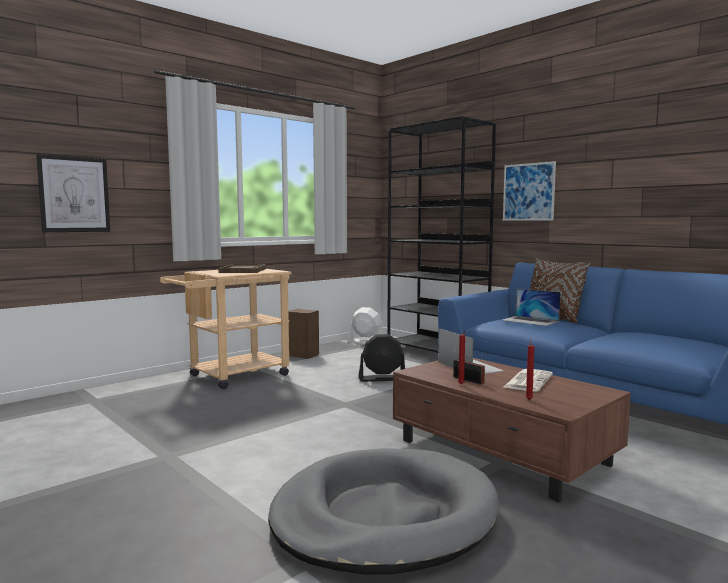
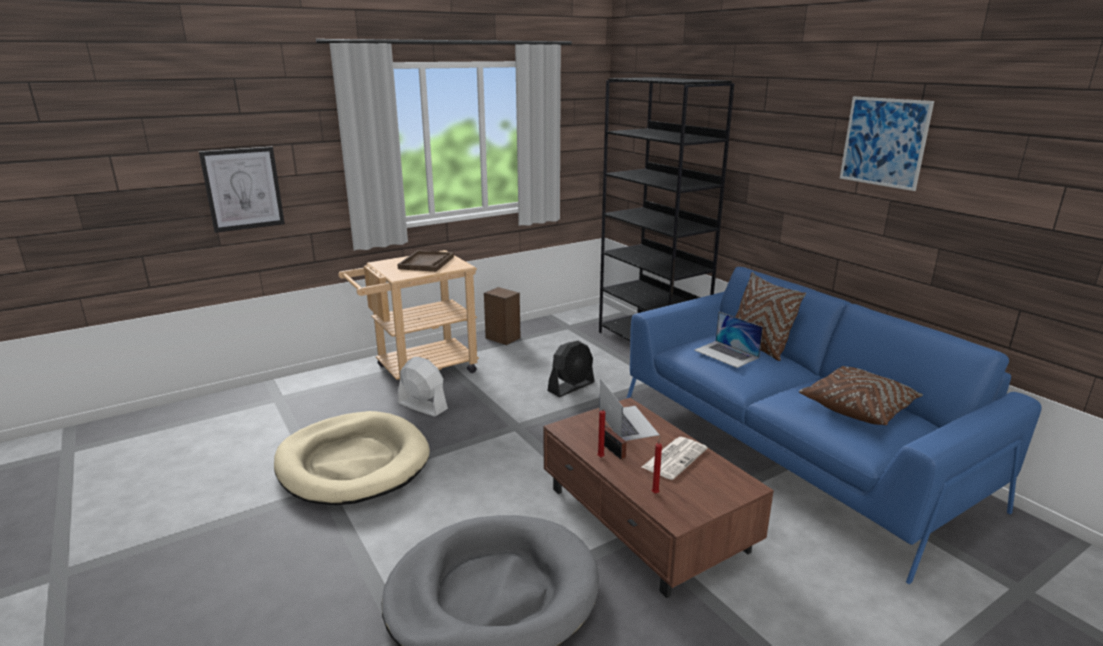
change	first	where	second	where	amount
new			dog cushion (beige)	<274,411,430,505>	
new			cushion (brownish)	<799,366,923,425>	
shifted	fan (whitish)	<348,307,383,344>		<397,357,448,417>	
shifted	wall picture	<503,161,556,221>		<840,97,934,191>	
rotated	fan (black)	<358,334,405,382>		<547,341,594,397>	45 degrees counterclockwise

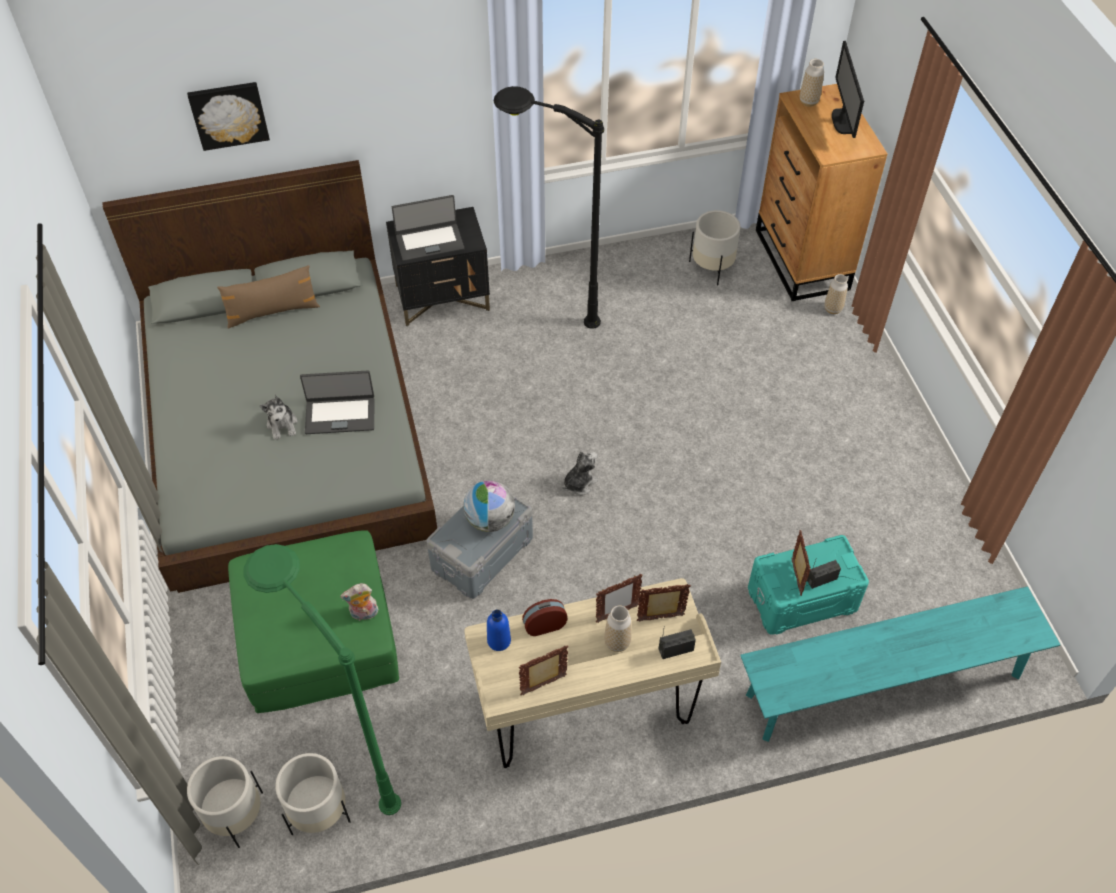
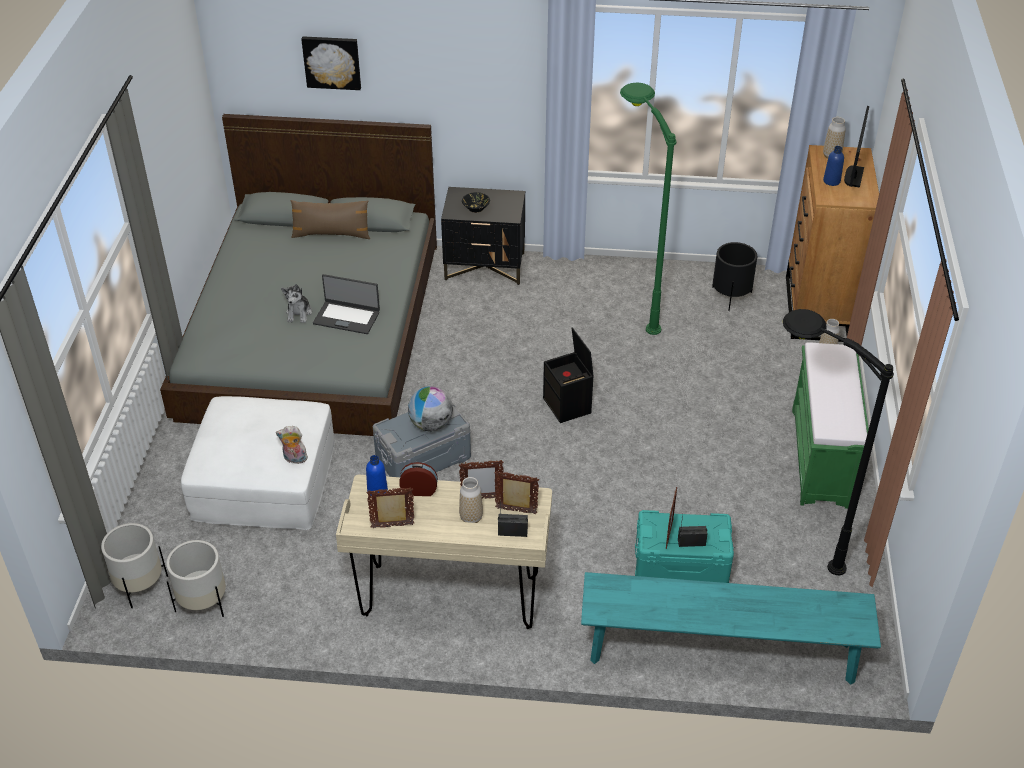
change	first	where	second	where	amount
gone	soft toy	<562,451,598,495>			
new			storage bin (black)	<543,327,594,423>	
new			indoor bench (green)	<792,342,869,509>	
new			drink bottle (blue-coloured)	<823,146,844,186>	
shifted	standard lamp (green)	<244,544,401,815>		<620,83,676,335>	
shifted	standard lamp (black)	<493,86,604,329>		<783,309,894,575>	
swapped	notebook computer	<392,195,465,261>	bowl (black)	<462,192,490,213>	
repainted	pouffe (green)	<228,530,399,713>	pouffe (whitish)	<181,396,335,530>	
repainted	flower pot (whitish)	<689,210,740,285>	flower pot (black)	<712,242,757,311>	

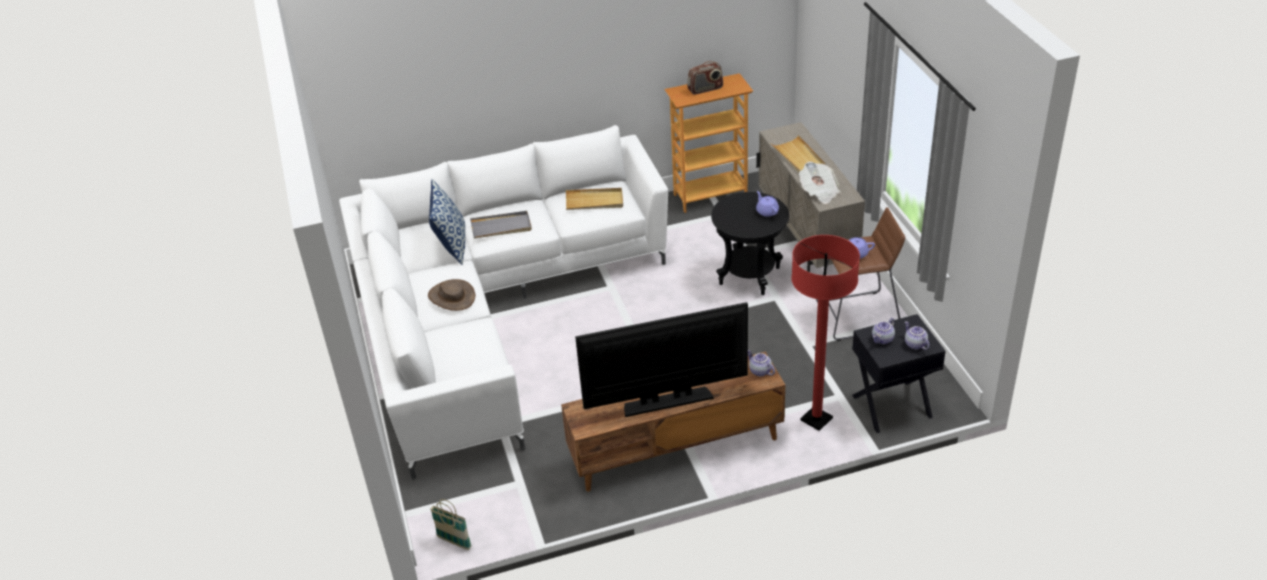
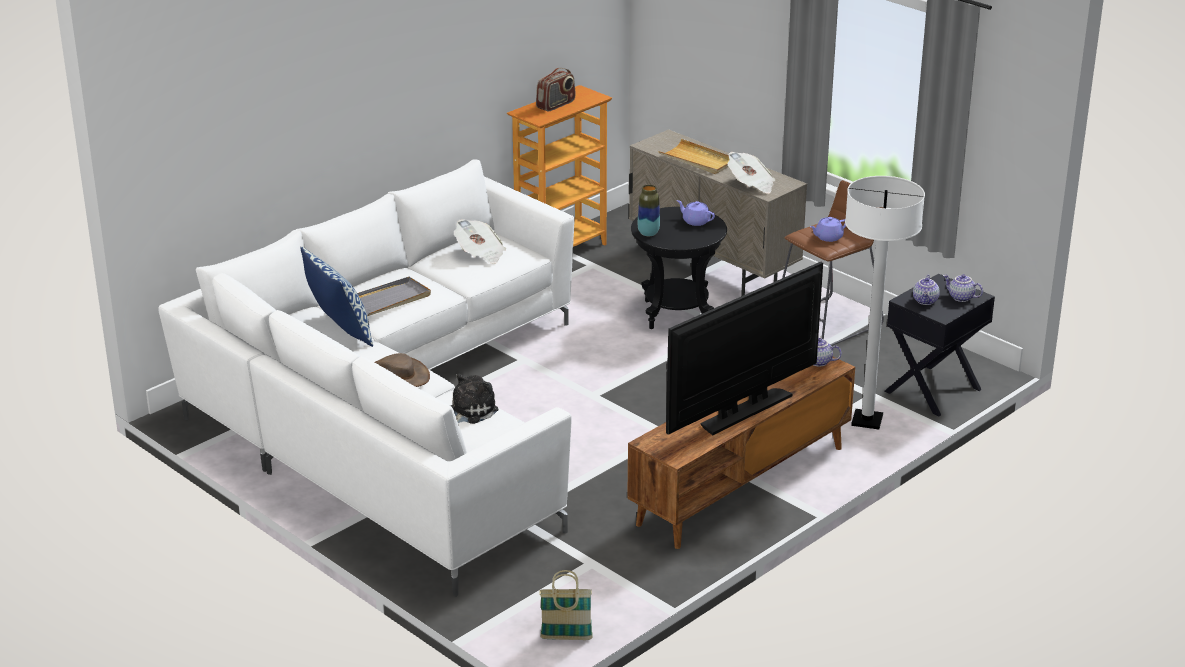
change	first	where	second	where	amount
new			soft toy	<450,374,499,424>	
new			flower vase	<638,185,660,236>	
swapped	tray (beige)	<566,188,623,210>	printed paper	<454,219,506,264>	
repainted	standard lamp (red-coloured)	<791,235,860,431>	standard lamp (whitish)	<845,176,925,430>	

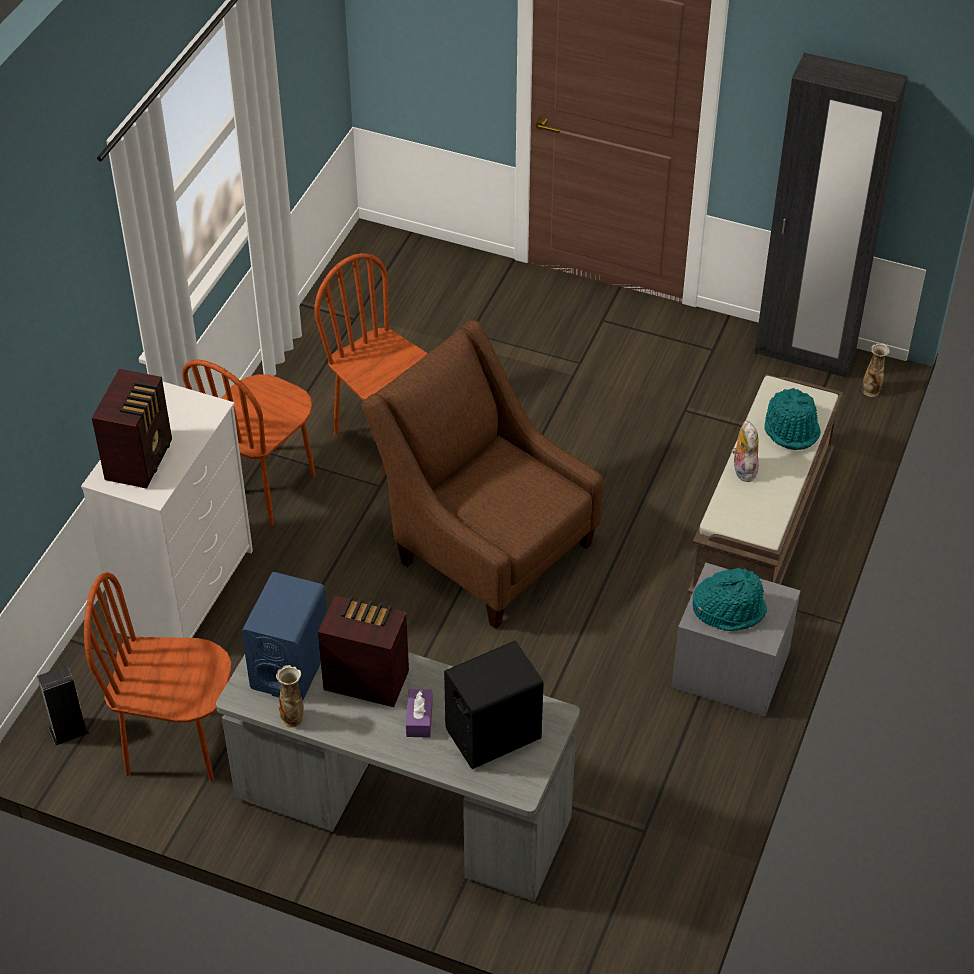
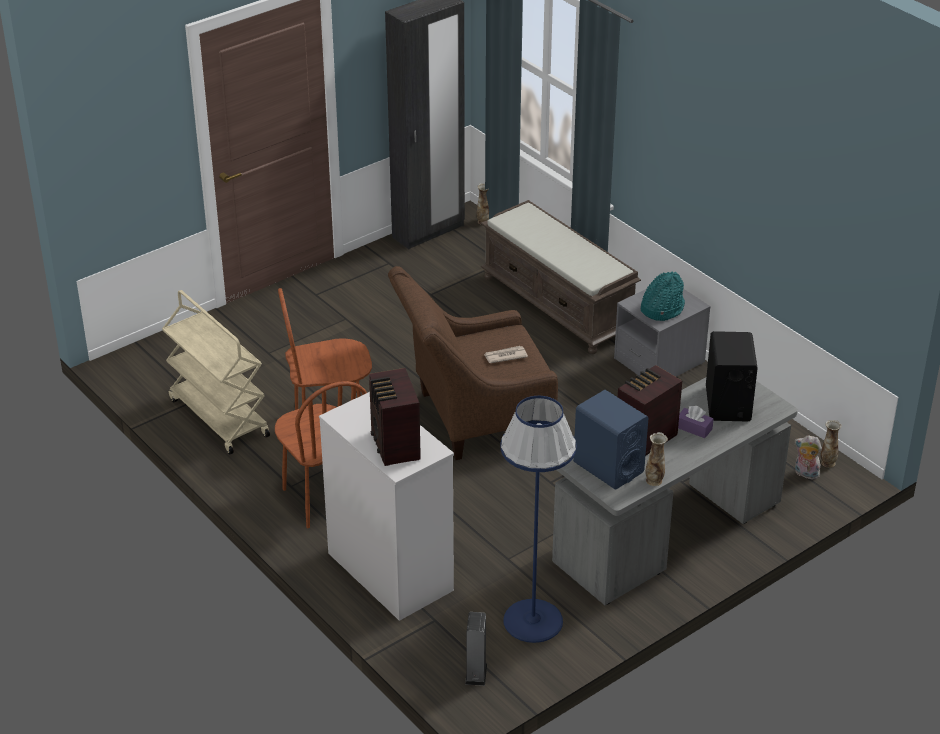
change	first	where	second	where	amount
gone	hat (turquoise-coloured)	<764,388,821,450>			
new			trolley (beige)	<162,290,270,455>	
new			printed paper	<484,346,528,363>	
new			flower vase	<821,420,841,468>	
shifted	soft toy	<732,420,759,482>		<795,435,822,479>	
swapped	chair (brownish)	<84,572,231,782>	standard lamp (blue-coloured)	<500,396,577,643>	
rotated	radio receiver	<92,369,172,489>		<369,368,421,466>	150 degrees counterclockwise

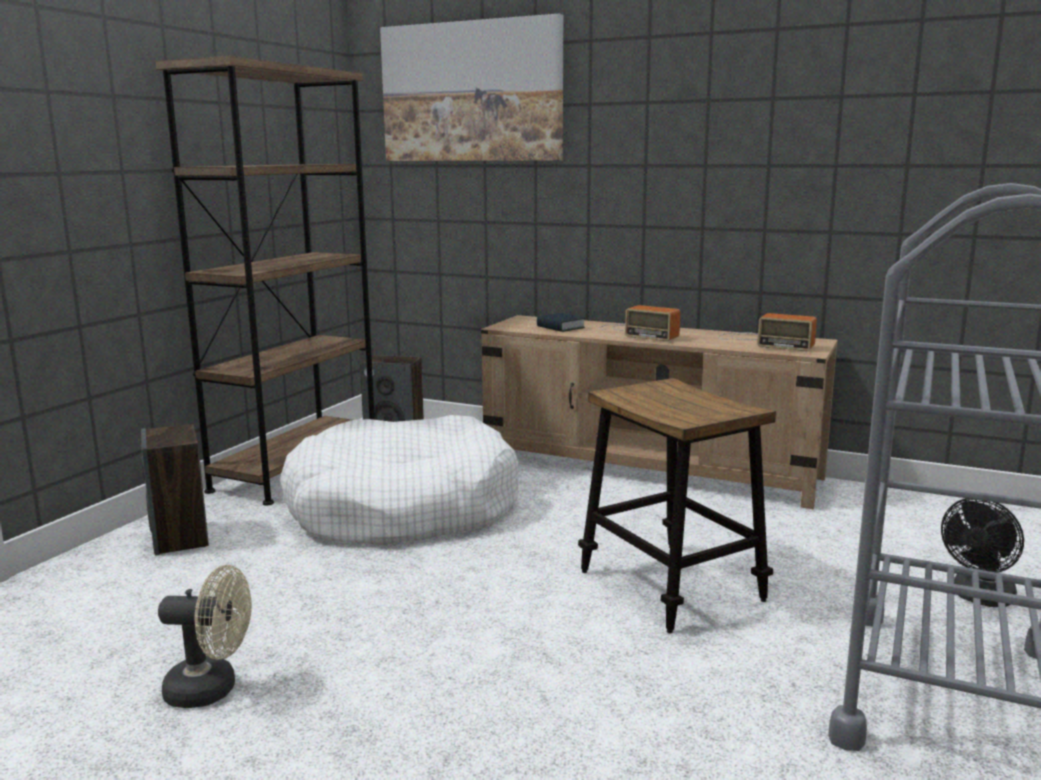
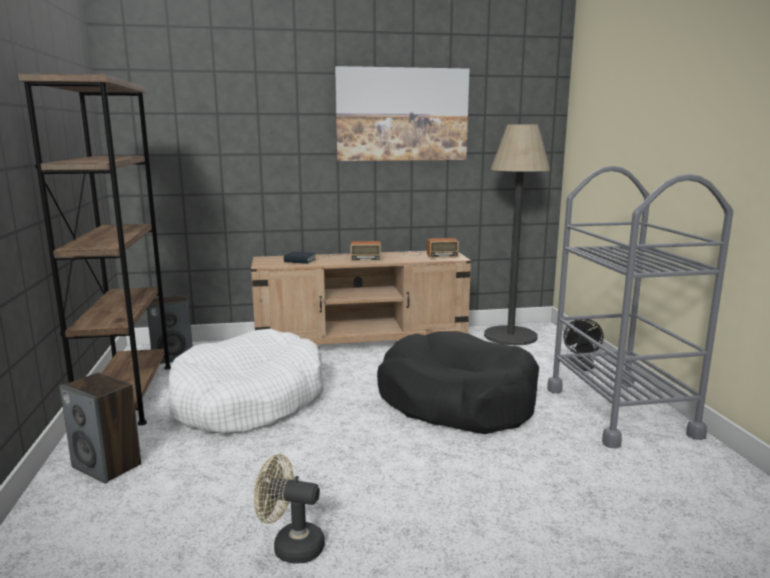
change	first	where	second	where	amount
new			standard lamp	<484,124,550,345>	
shifted	wall picture	<380,14,563,161>		<335,66,470,161>	
swapped	stool	<578,378,776,634>	dog cushion (black)	<377,331,539,434>	
rotated	fan (beige)	<158,565,252,708>		<254,454,325,564>	135 degrees counterclockwise

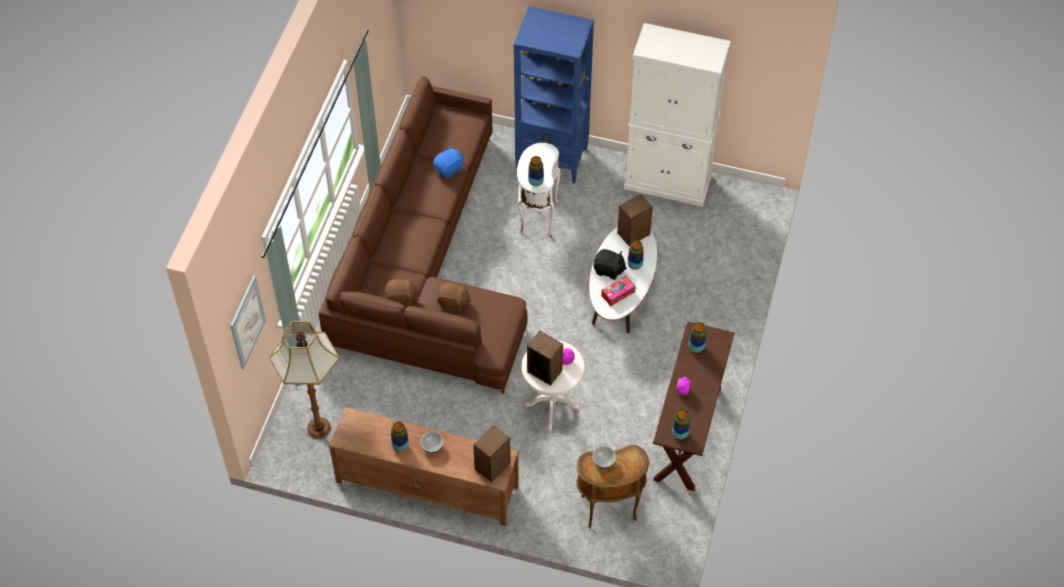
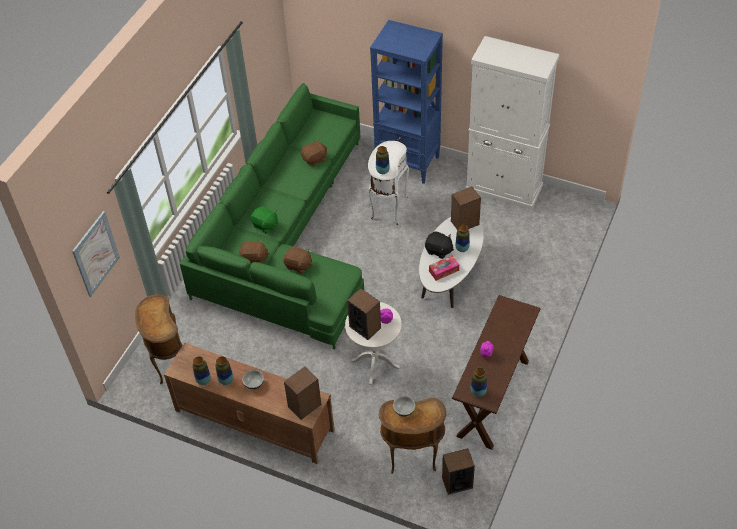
change	first	where	second	where	amount
new			soft toy (green)	<250,206,277,233>	
new			audio speaker	<442,448,475,495>	
shifted	flower vase	<689,322,706,353>		<193,356,211,385>	
swapped	standard lamp	<269,321,340,439>	end table (brownish)	<135,294,183,384>	
repainted	settee (brownish)	<319,76,528,394>	settee (green)	<180,83,364,349>	
repainted	soft toy (blue-coloured)	<433,146,463,178>	soft toy (brownish)	<301,139,327,167>	

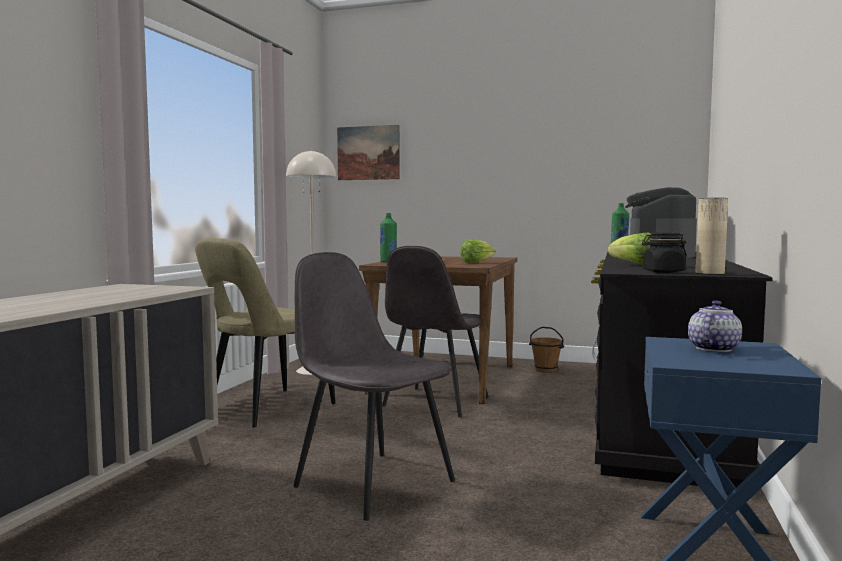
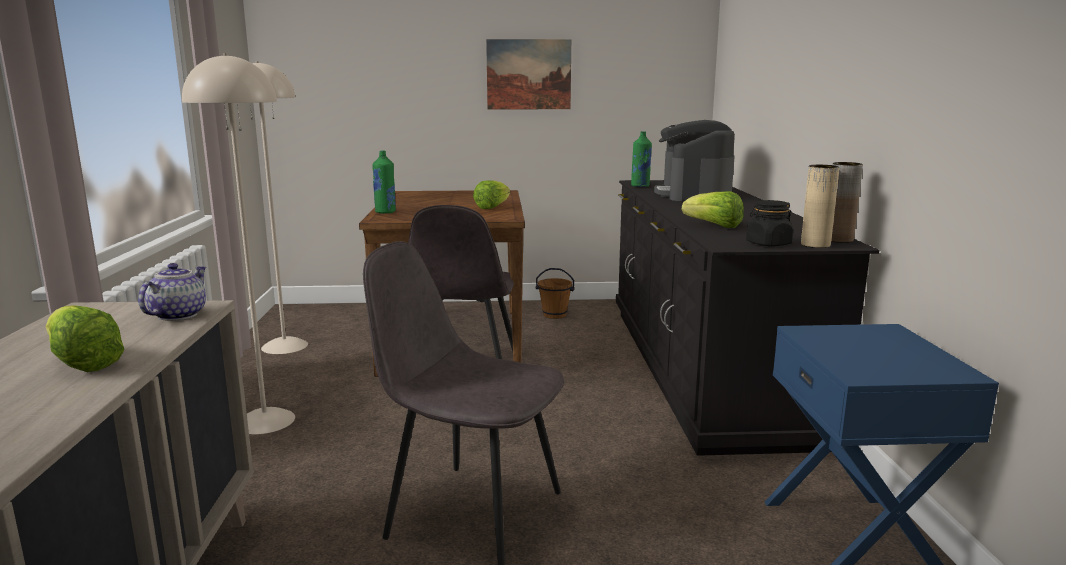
change	first	where	second	where	amount
new			head of lettuce	<46,305,125,372>	
new			flower vase (brownish)	<831,162,863,243>	
shifted	wall picture	<337,125,400,180>		<486,39,571,109>	
shifted	teapot	<688,300,742,352>		<138,263,206,321>	
swapped	chair (beige)	<195,238,335,428>	standard lamp (beige)	<182,53,295,434>	

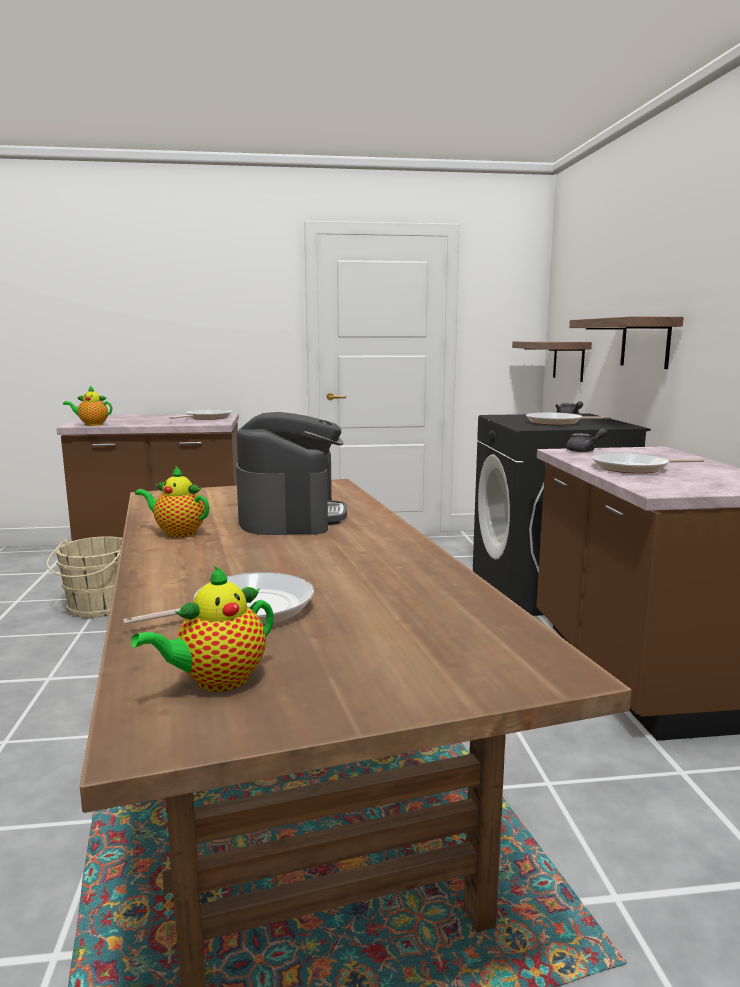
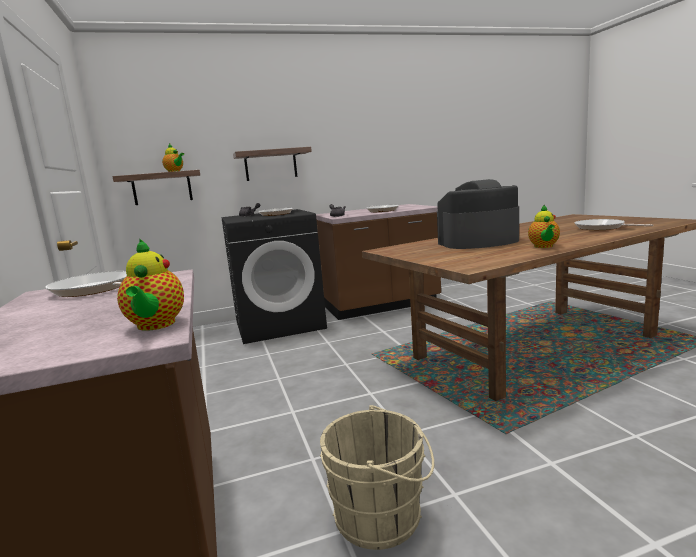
change	first	where	second	where	amount
shifted	teapot	<131,566,274,692>		<162,144,184,172>	

